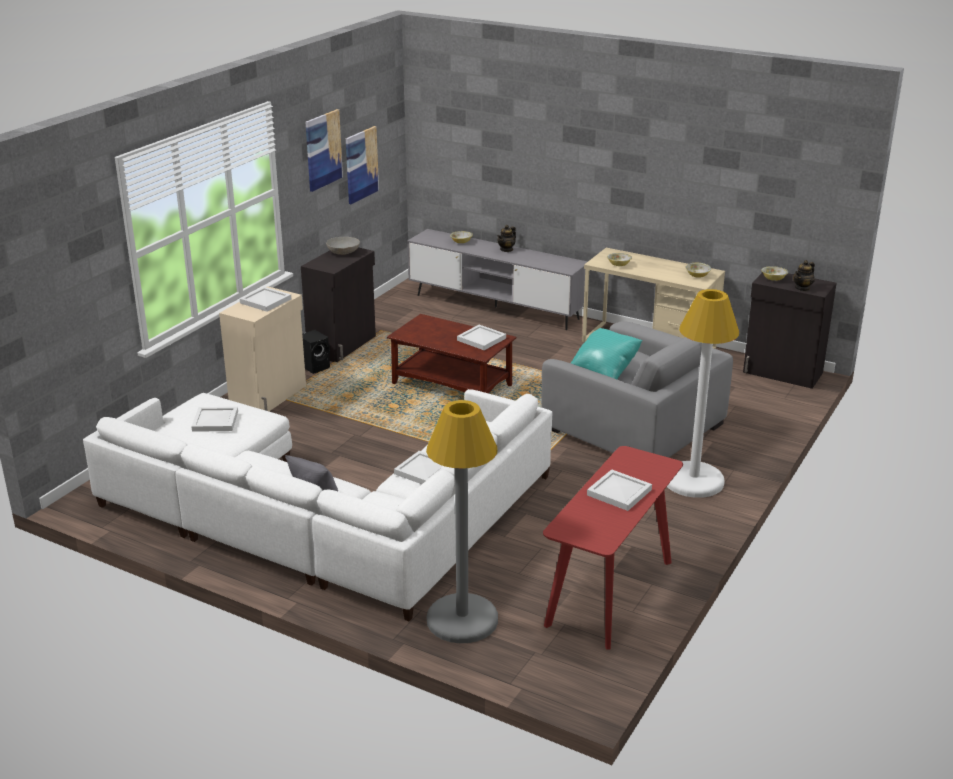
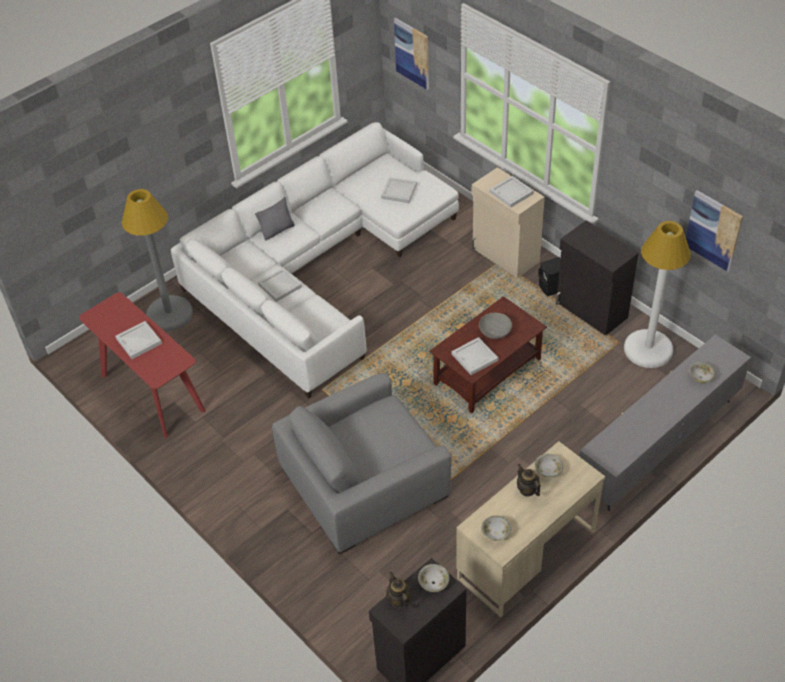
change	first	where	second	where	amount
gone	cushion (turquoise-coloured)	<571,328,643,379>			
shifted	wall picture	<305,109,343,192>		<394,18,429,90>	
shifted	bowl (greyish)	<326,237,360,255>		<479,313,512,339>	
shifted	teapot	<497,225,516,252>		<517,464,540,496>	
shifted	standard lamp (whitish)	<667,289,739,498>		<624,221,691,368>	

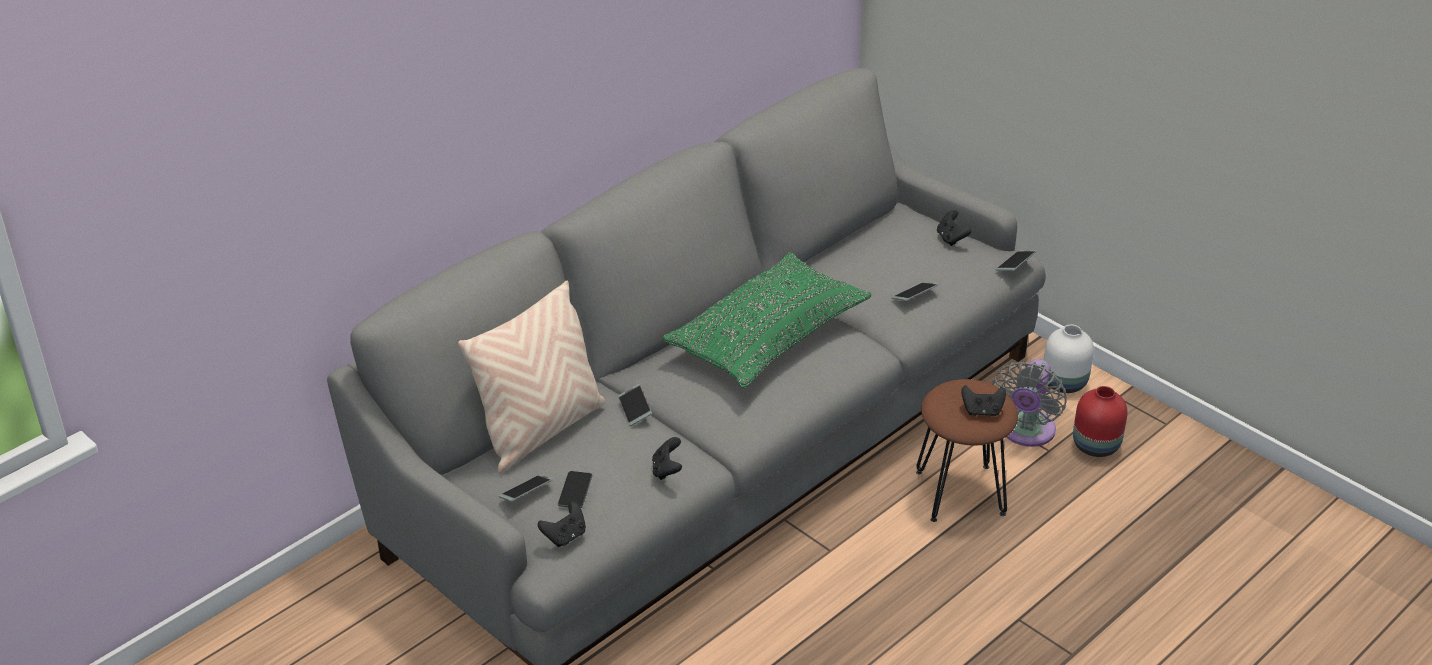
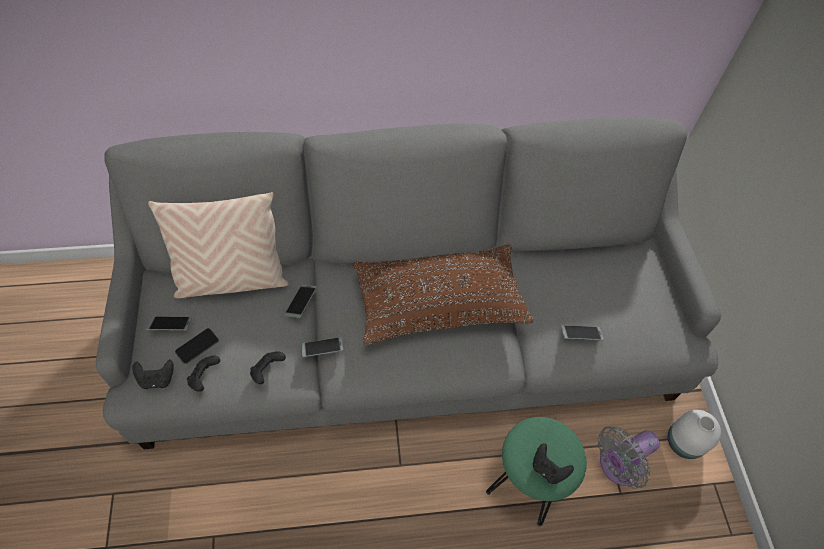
change	first	where	second	where	amount
gone	flower vase (red-coloured)	<1073,386,1128,457>			
shifted	joypad (black)	<937,210,971,246>		<187,355,220,392>	
shifted	phone	<996,250,1037,271>		<301,337,343,357>	
repainted	cushion (green)	<663,252,871,388>	cushion (brownish)	<353,244,534,345>	
repainted	stool (brownish)	<916,379,1018,522>	stool (green)	<486,417,587,526>	

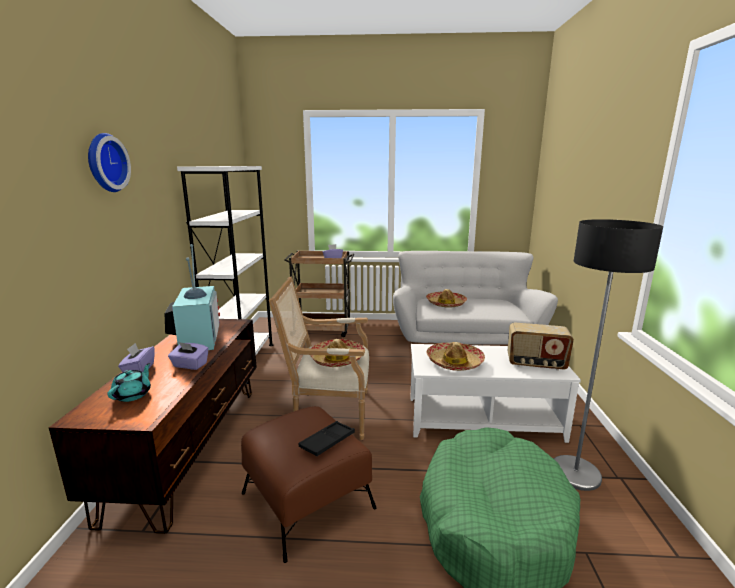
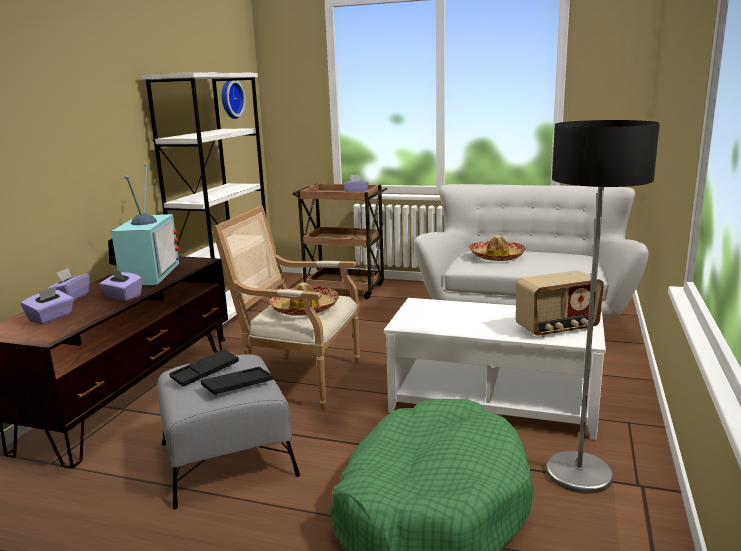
change	first	where	second	where	amount
gone	hat	<426,342,485,371>			
new			tray (black)	<169,349,239,386>	
shifted	wall clock	<88,133,131,192>		<222,80,246,119>	
swapped	teapot (turquoise-coloured)	<107,363,151,402>	tissue holder (purplish)	<21,286,74,324>	
repainted	pouffe (brownish)	<241,406,376,563>	pouffe (greyish)	<157,354,300,509>	
rotated	radio receiver	<508,322,574,371>		<516,270,604,337>	45 degrees counterclockwise

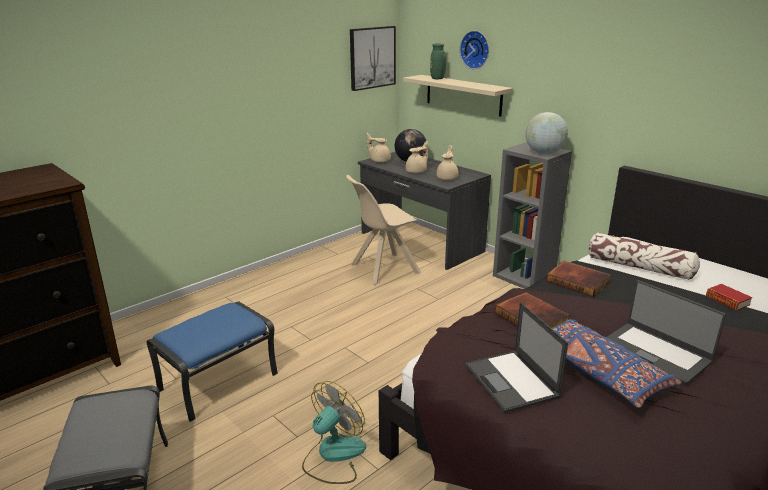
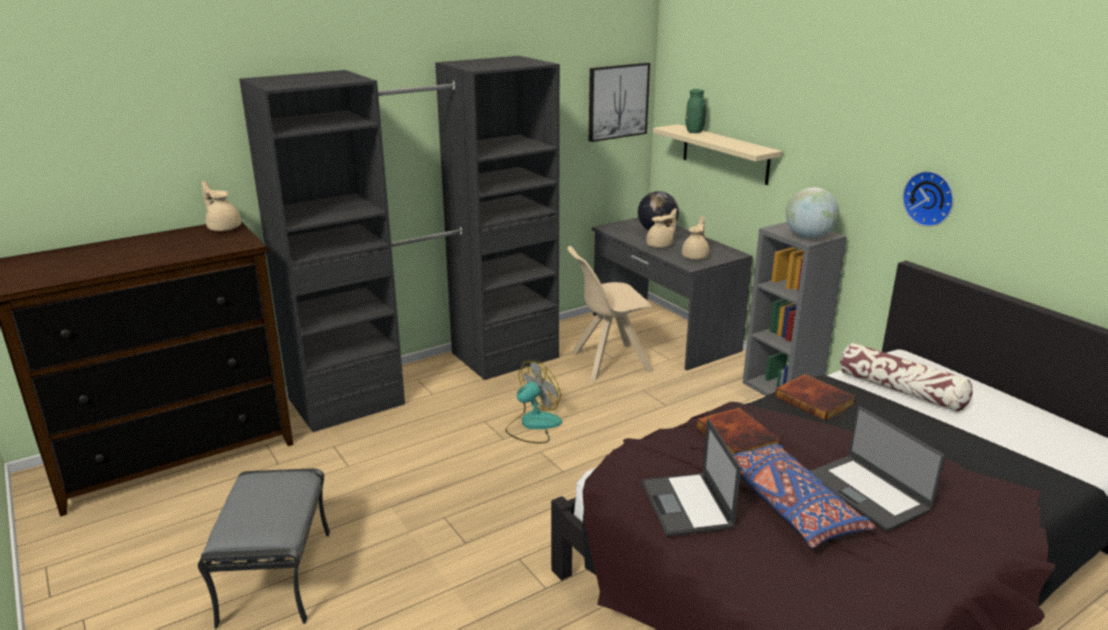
change	first	where	second	where	amount
gone	pouffe (blue-coloured)	<147,301,278,422>			
gone	book	<706,284,752,310>			
new			clothes cupboard (black)	<239,56,560,432>	
shifted	fan	<302,381,366,484>		<506,360,562,443>	
shifted	teapot (beige)	<367,133,391,162>		<202,181,241,231>	
shifted	wall clock	<460,31,489,69>		<902,171,954,227>	

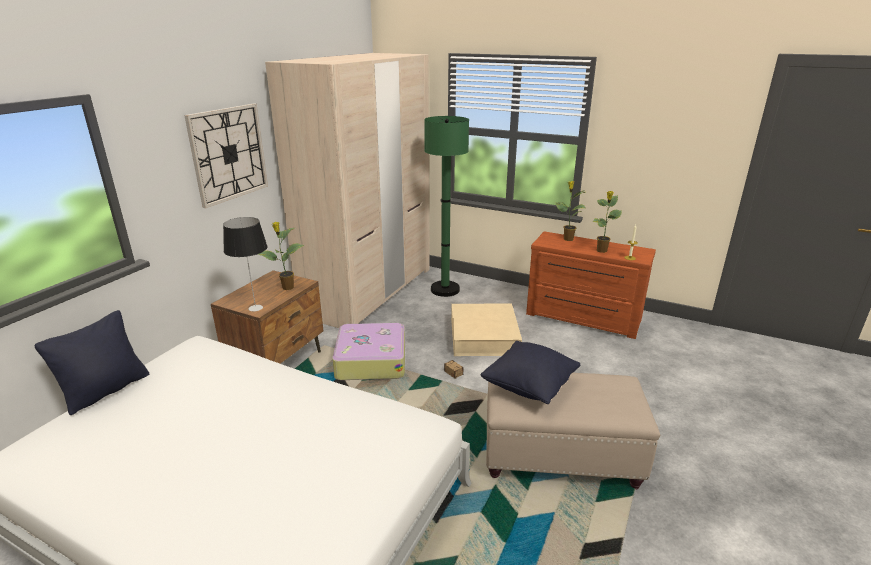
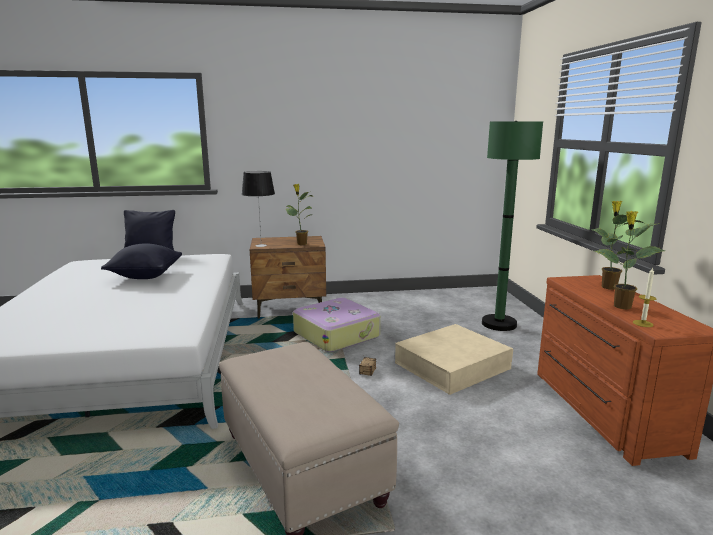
change	first	where	second	where	amount
gone	wall clock	<184,104,268,208>			
gone	clothes cupboard (beige)	<265,53,430,328>			
shifted	cushion (black)	<481,341,580,404>		<101,243,182,279>	

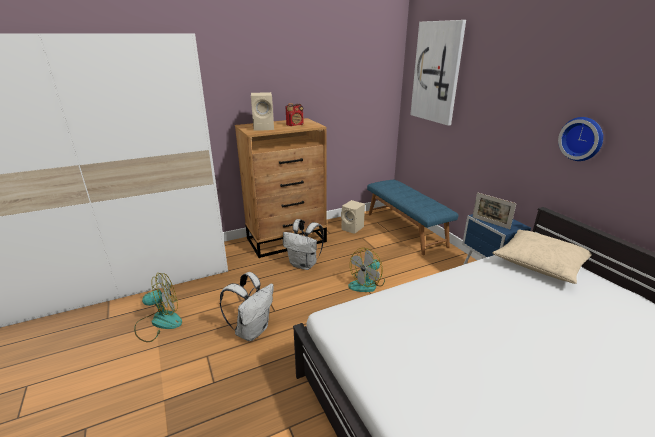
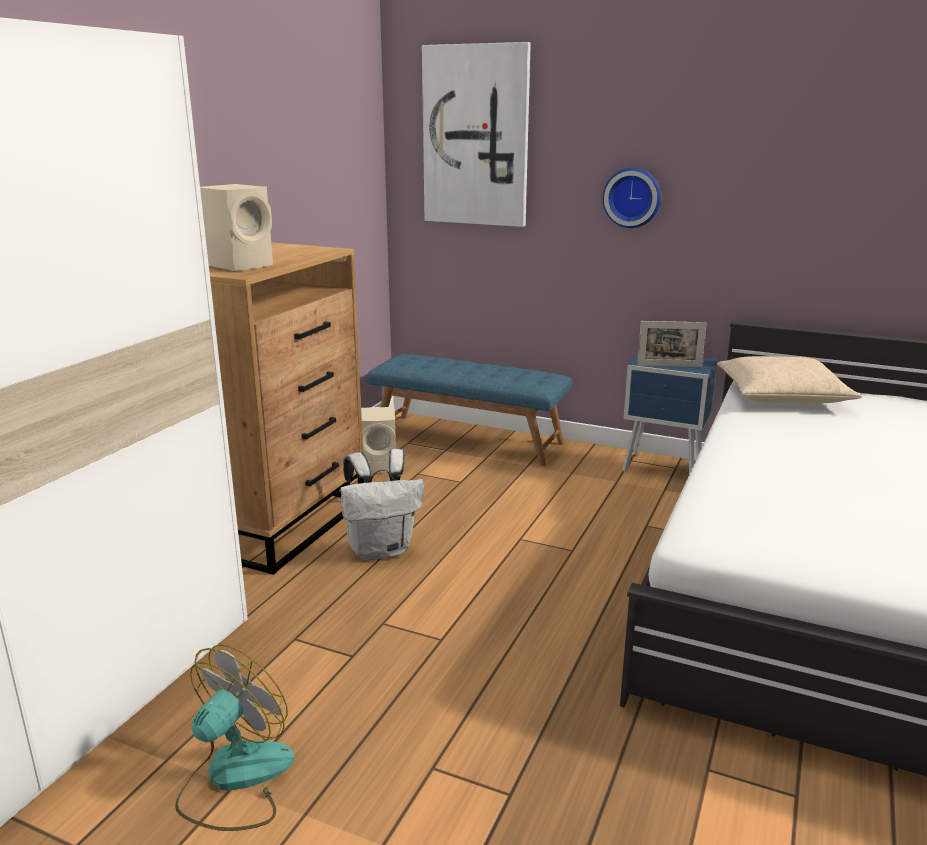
change	first	where	second	where	amount
gone	knapsack (whitish)	<220,272,274,341>			
gone	radio receiver	<286,103,304,126>			
gone	fan	<348,248,385,292>			
shifted	wall clock	<558,117,603,161>		<603,168,661,228>	

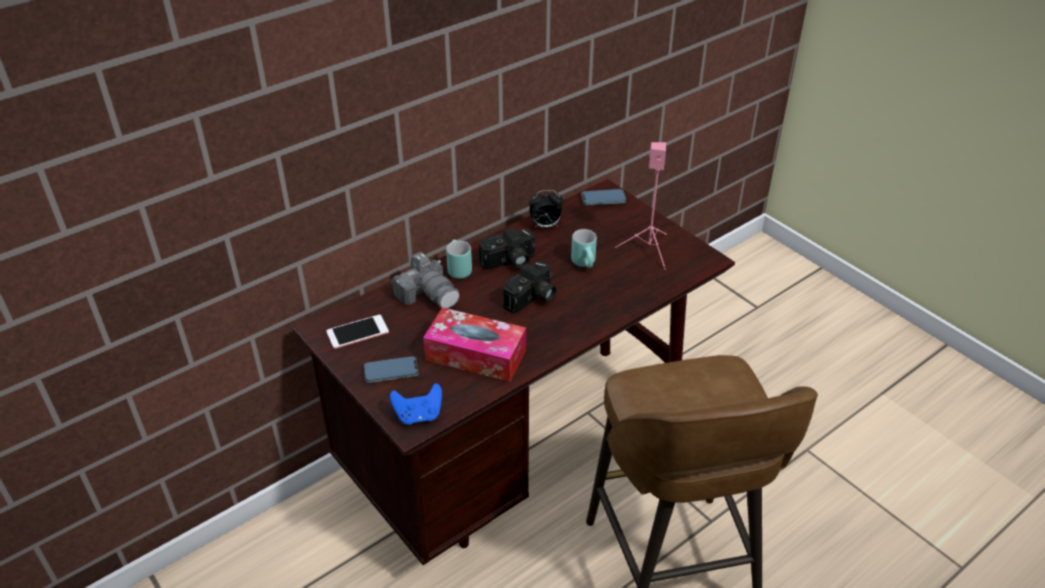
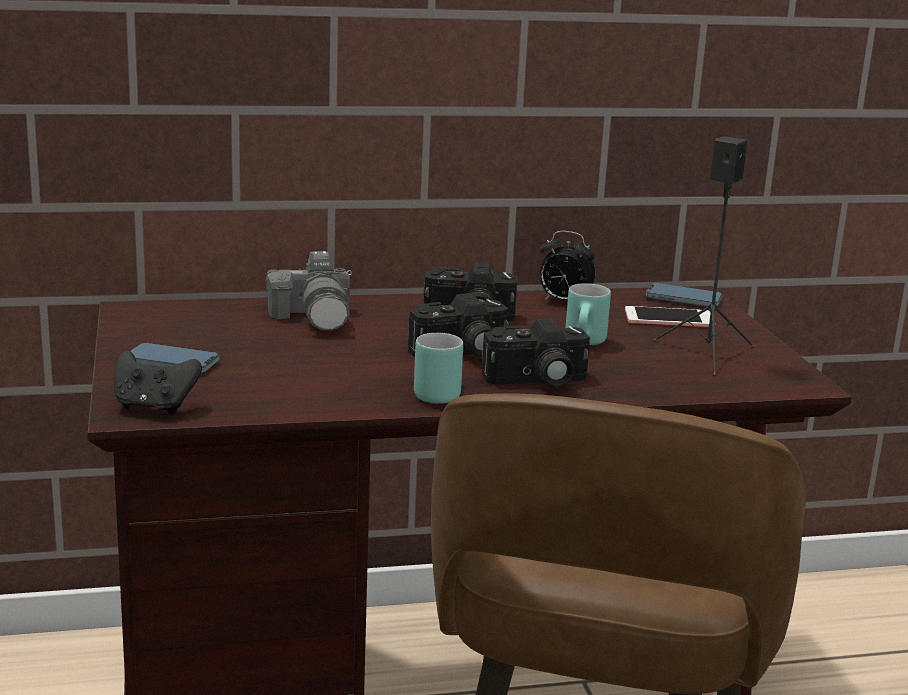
change	first	where	second	where	amount
gone	tissue holder	<423,307,526,382>			
new			still camera	<482,319,590,388>	
shifted	phone	<326,315,389,349>		<625,306,710,327>	
shifted	tea mug (turquoise-coloured)	<446,240,472,279>		<414,333,463,404>	
repainted	joypad (blue-coloured)	<390,383,442,424>	joypad (black)	<114,351,202,415>	
repainted	audio speaker (pink-coloured)	<615,142,667,270>	audio speaker (black)	<653,136,755,376>	

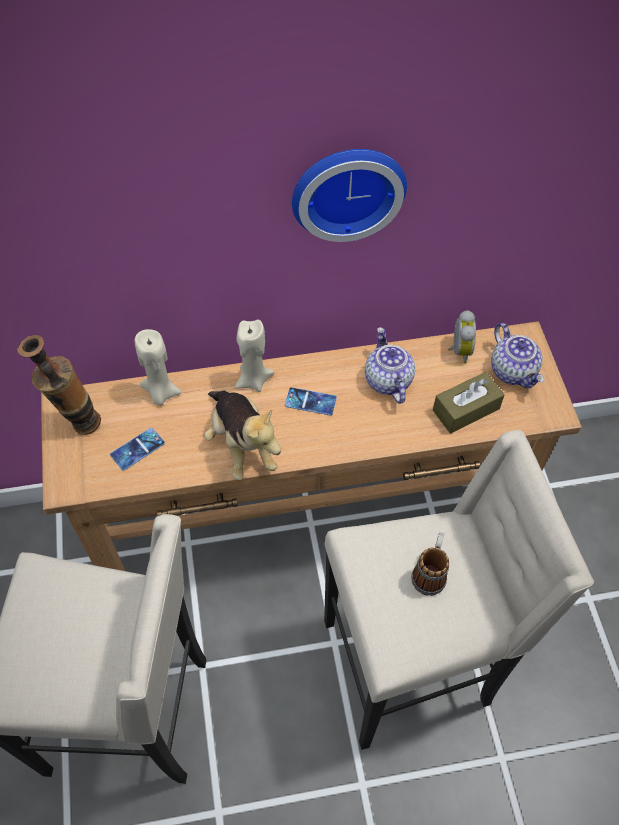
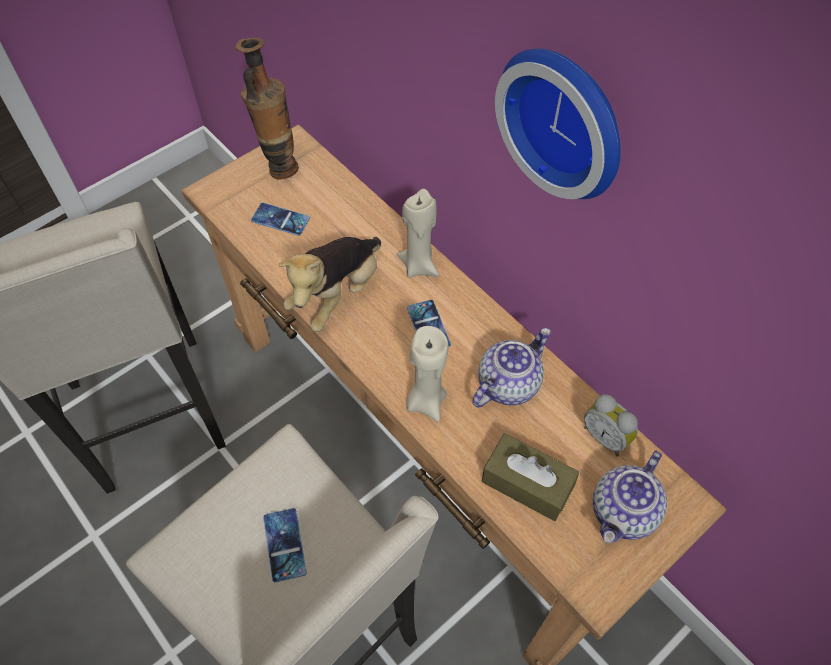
change	first	where	second	where	amount
shifted	wax candle (beige)	<135,329,182,405>		<406,326,448,421>	
swapped	tea mug	<411,532,449,596>	phone	<263,508,307,583>	
rotated	table clock	<448,310,476,363>		<584,394,638,456>	75 degrees clockwise

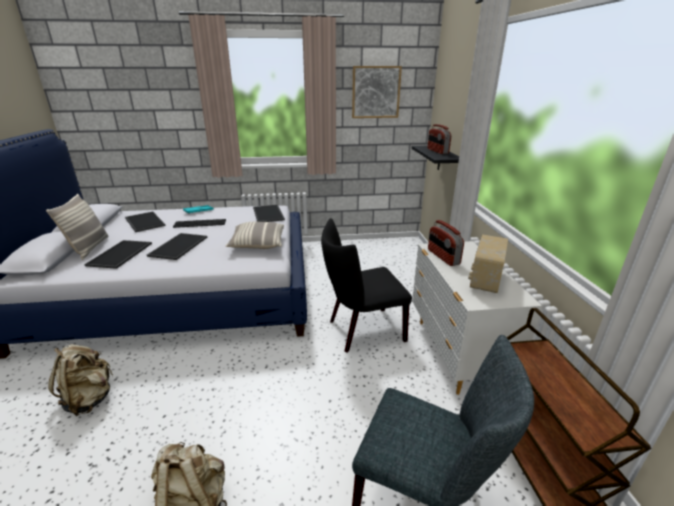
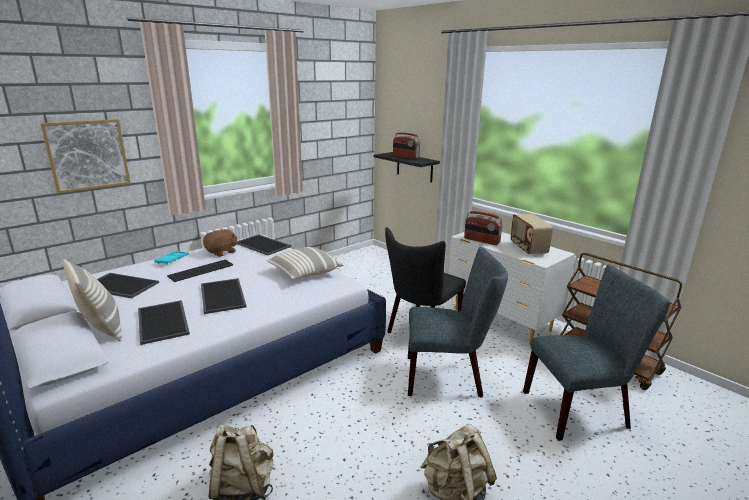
change	first	where	second	where	amount
new			soft toy (brownish)	<203,229,237,257>	
new			chair (greyish)	<408,247,508,398>	
shifted	wall picture	<352,66,402,118>		<40,119,131,193>	

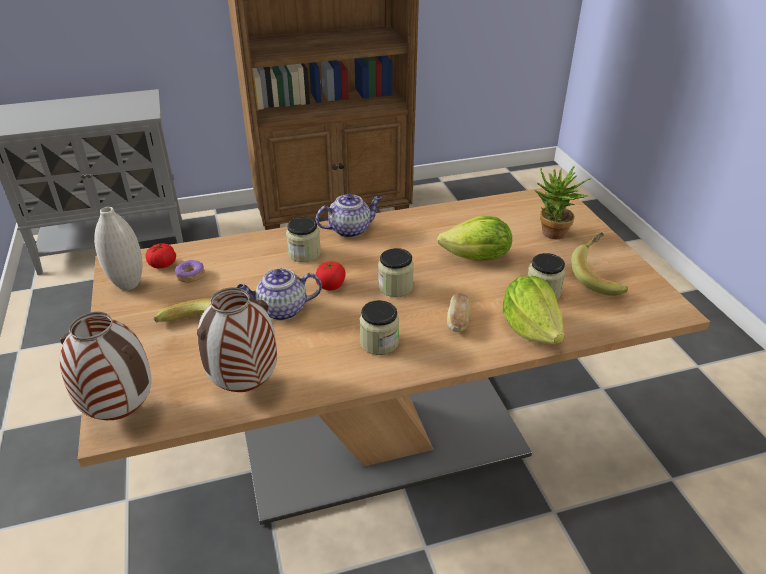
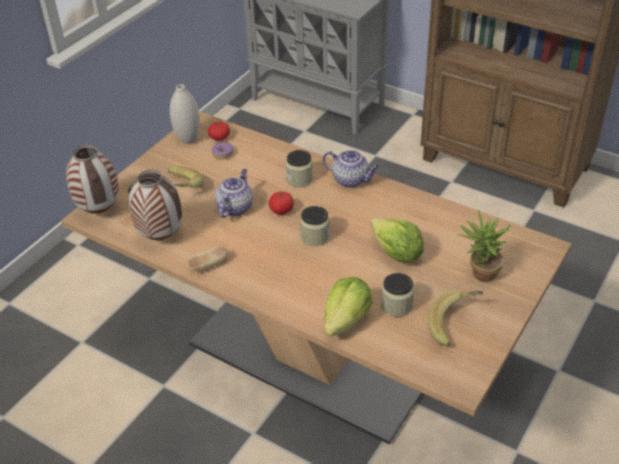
change	first	where	second	where	amount
gone	preserve jar	<359,300,399,355>			
shifted	bakery bread	<447,293,470,332>		<187,246,228,272>	
rotated	teapot	<237,268,322,321>		<215,169,253,218>	75 degrees clockwise

